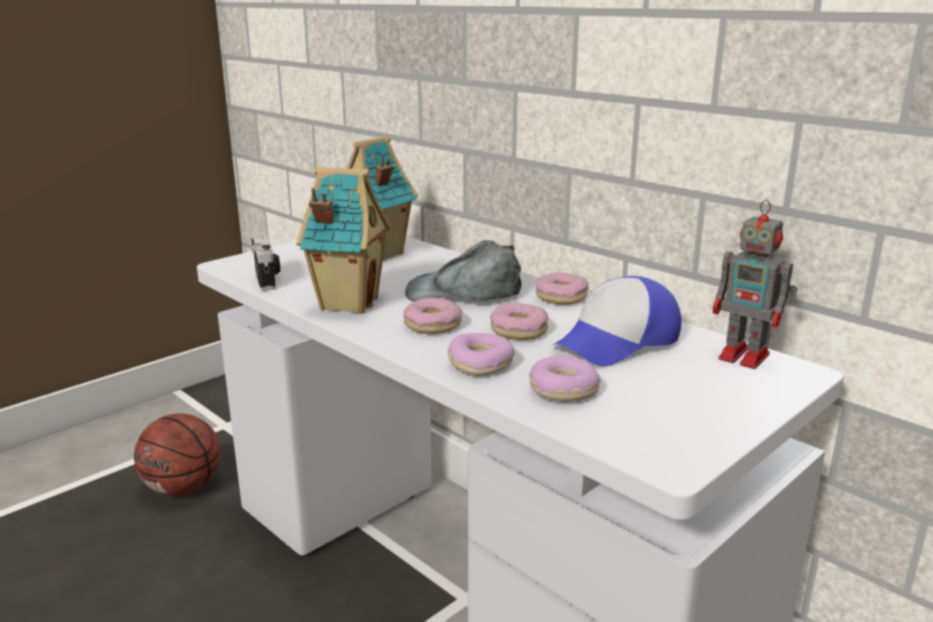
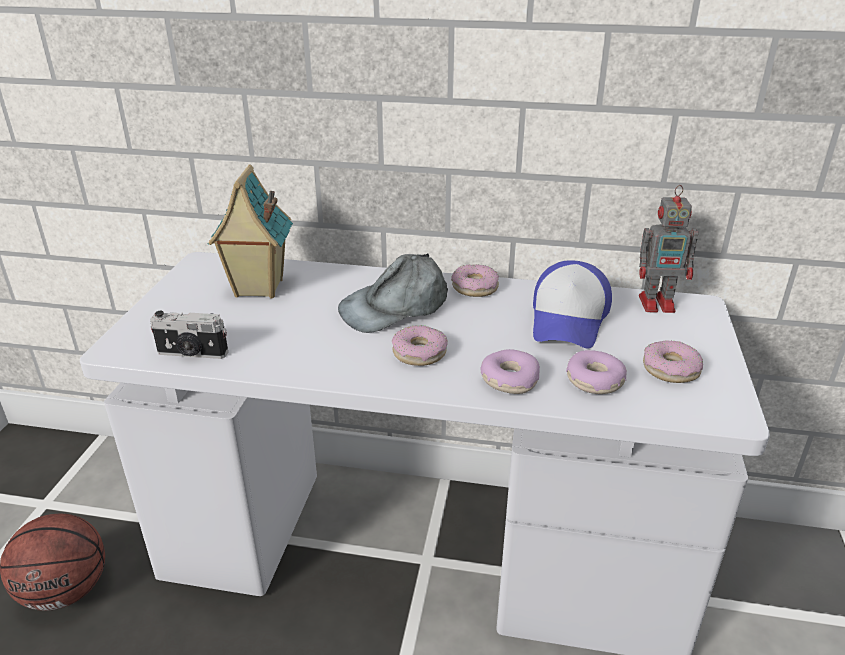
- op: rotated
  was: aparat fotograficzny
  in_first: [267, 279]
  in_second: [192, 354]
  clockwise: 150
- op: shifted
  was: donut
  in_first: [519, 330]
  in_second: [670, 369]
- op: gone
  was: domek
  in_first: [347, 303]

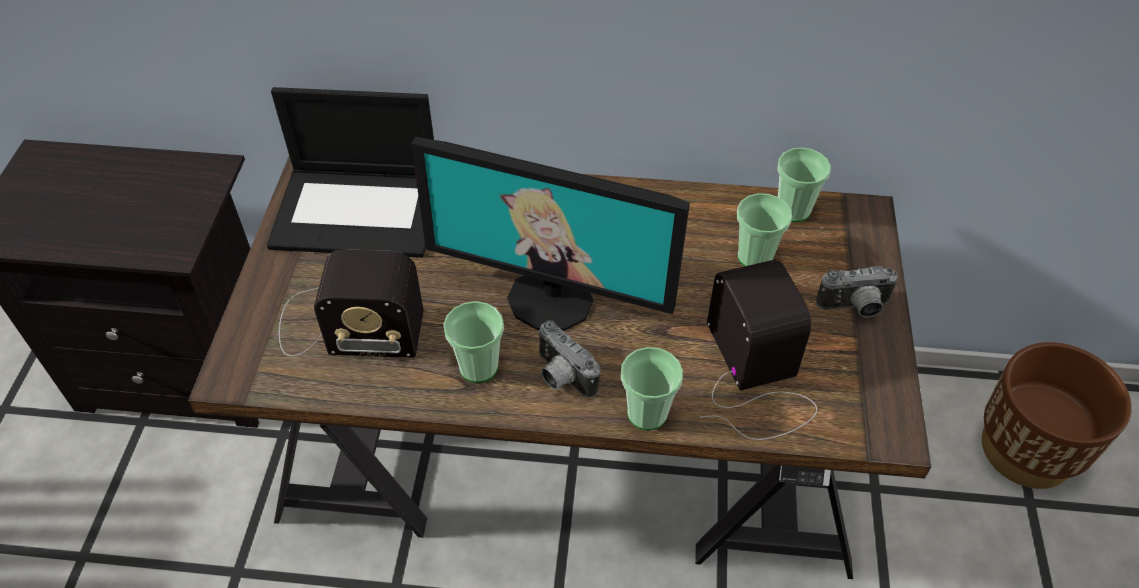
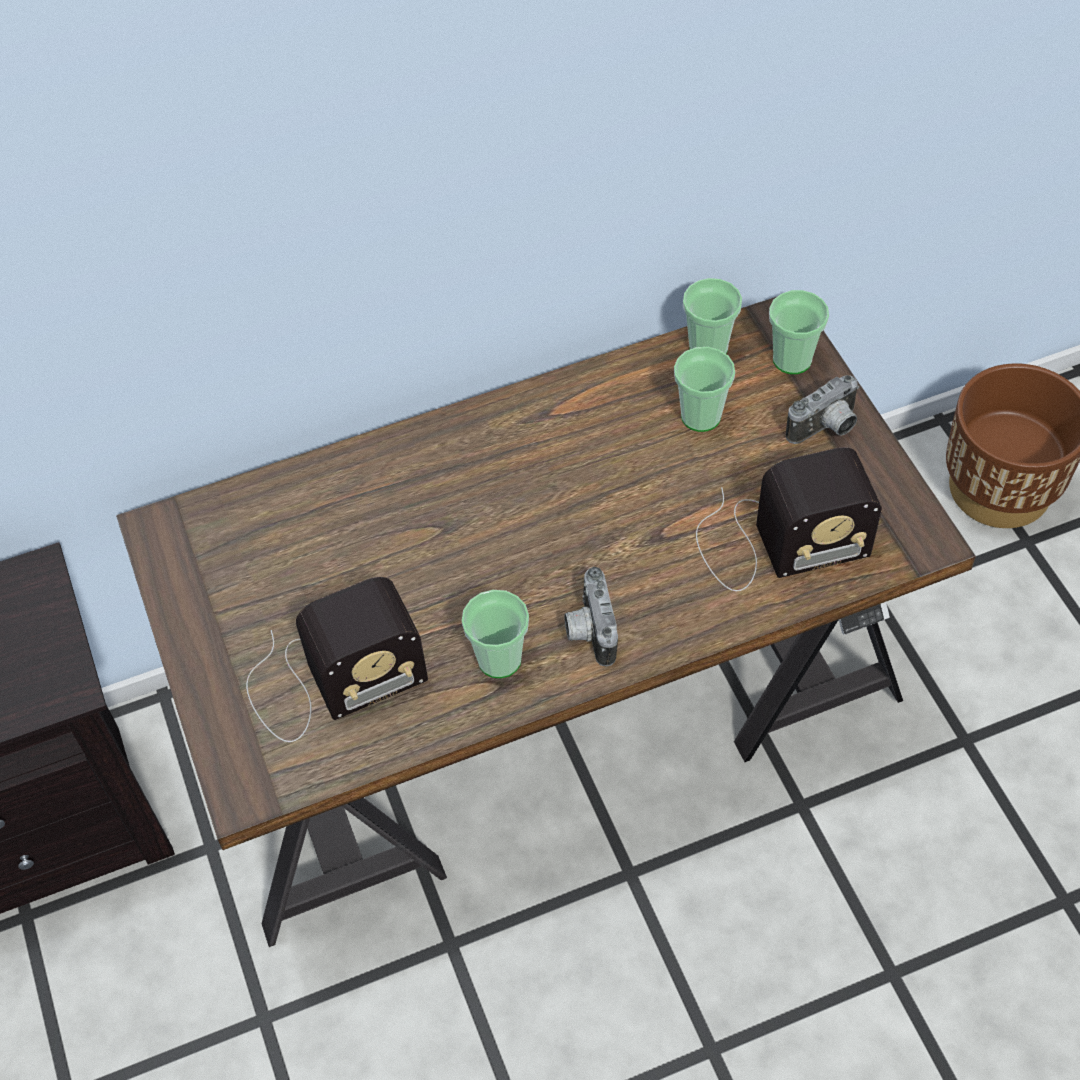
- op: rotated
  was: aparat fotograficzny
  in_first: [561, 377]
  in_second: [588, 630]
  clockwise: 60
- op: rotated
  was: radio
  in_first: [757, 377]
  in_second: [775, 542]
  clockwise: 120
- op: shifted
  was: filiżanka
  in_first: [647, 413]
  in_second: [792, 359]
- op: gone
  was: laptop
  in_first: [359, 211]
- op: gone
  was: monitor
  in_first: [551, 298]

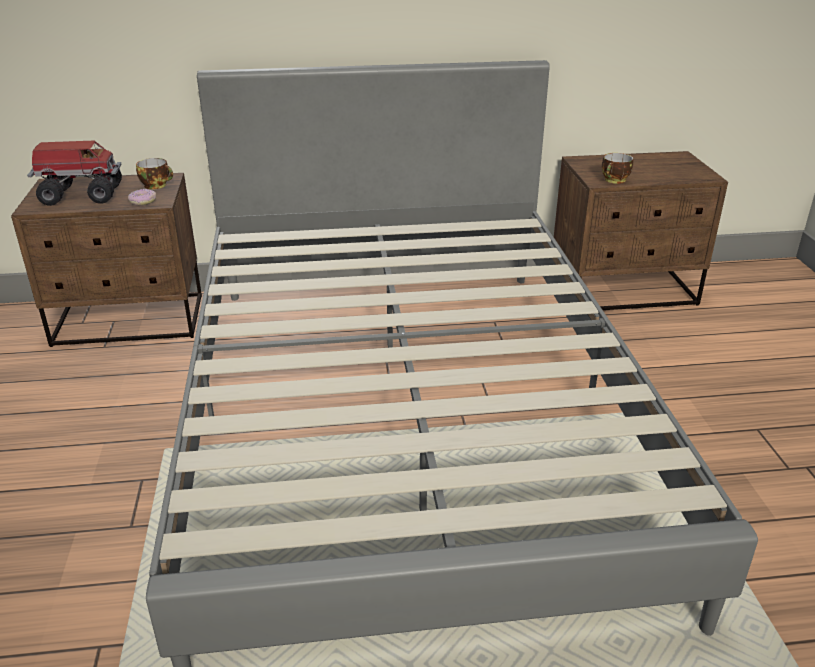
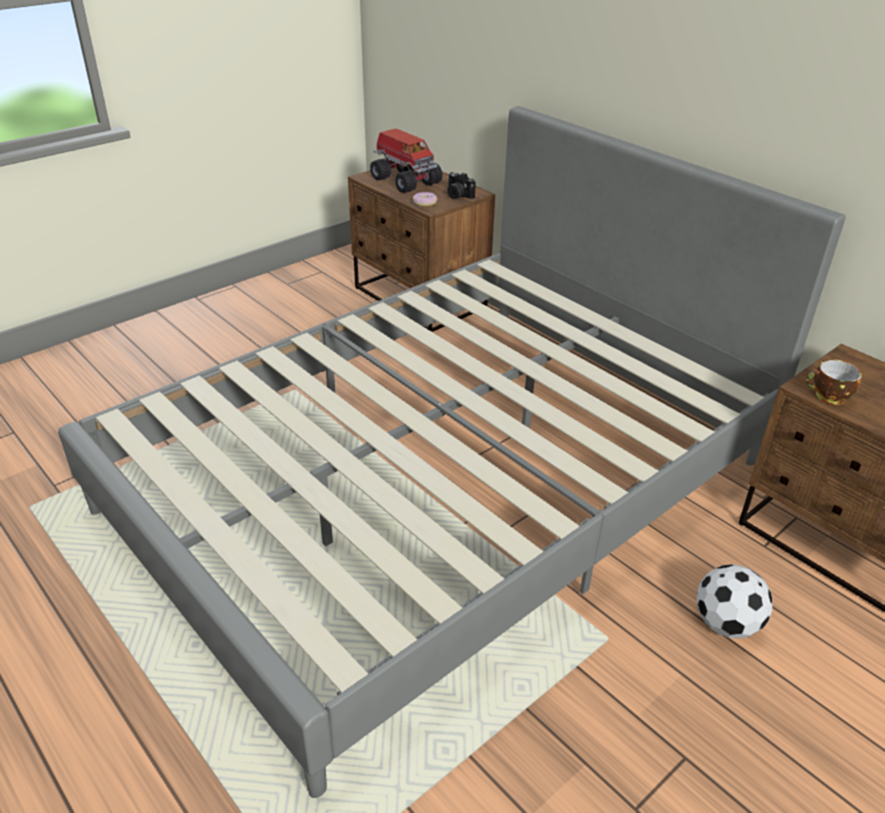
- op: swapped
  was: filiżanka
  now: aparat fotograficzny
  in_first: [157, 185]
  in_second: [457, 195]
- op: new
  now: piłka futbolowa
  in_second: [727, 623]

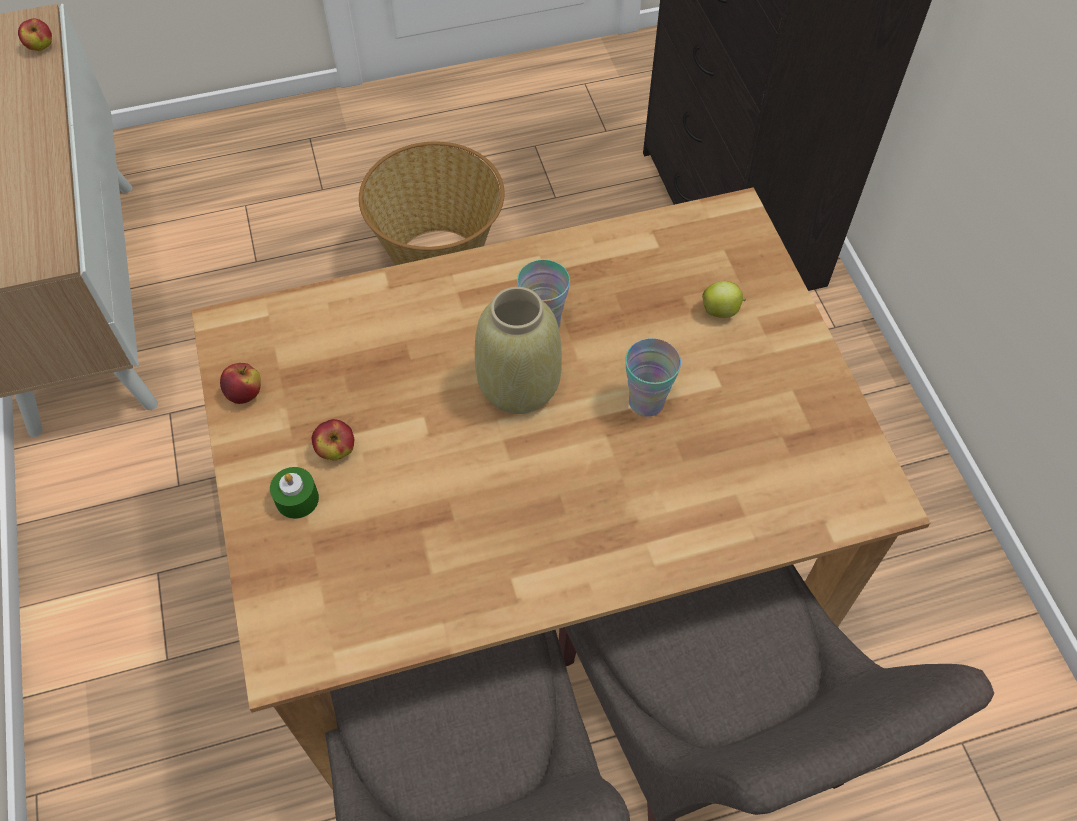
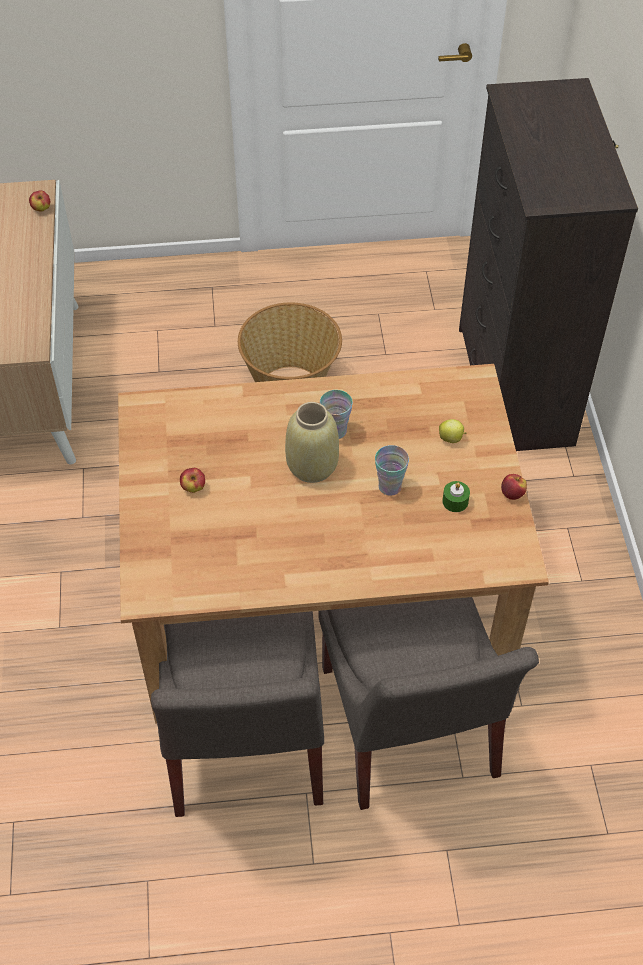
- op: shifted
  was: świeca [zielony]
  in_first: [297, 499]
  in_second: [455, 501]
- op: shifted
  was: jabłko
  in_first: [245, 393]
  in_second: [512, 494]

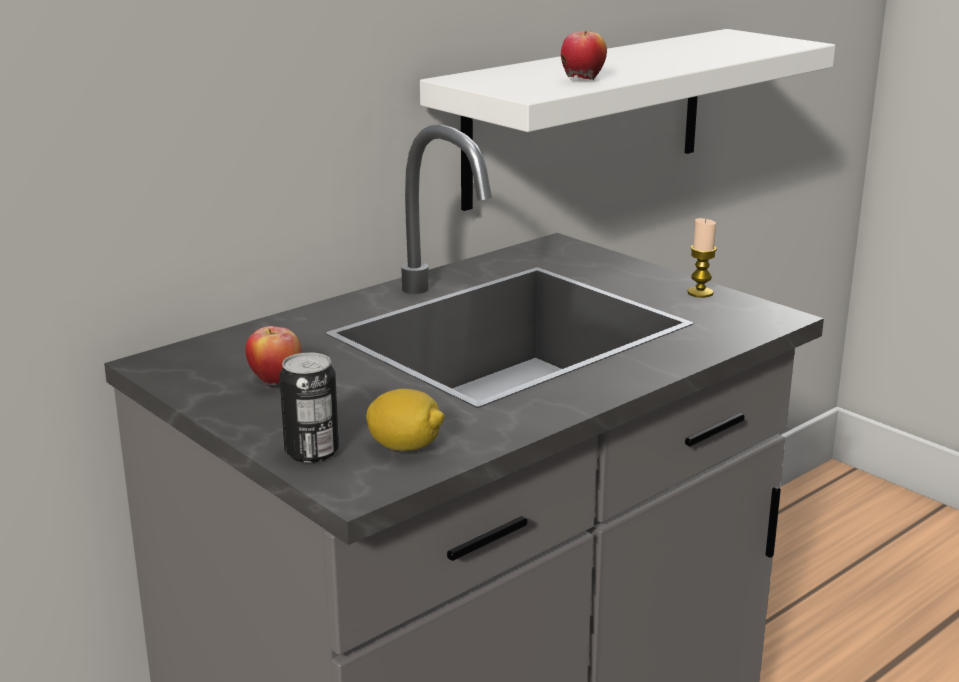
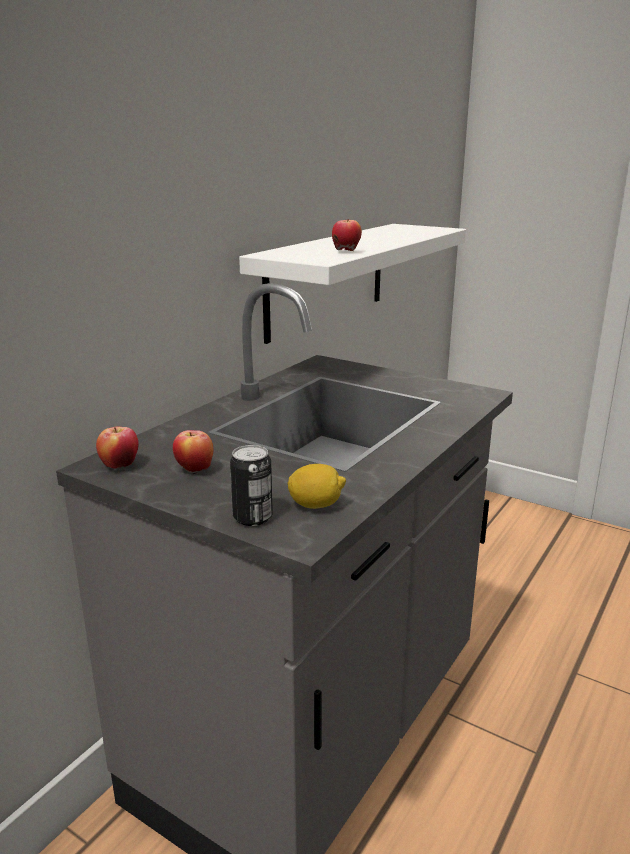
- op: new
  now: jabłko
  in_second: [120, 466]
- op: gone
  was: świeca
  in_first: [700, 293]

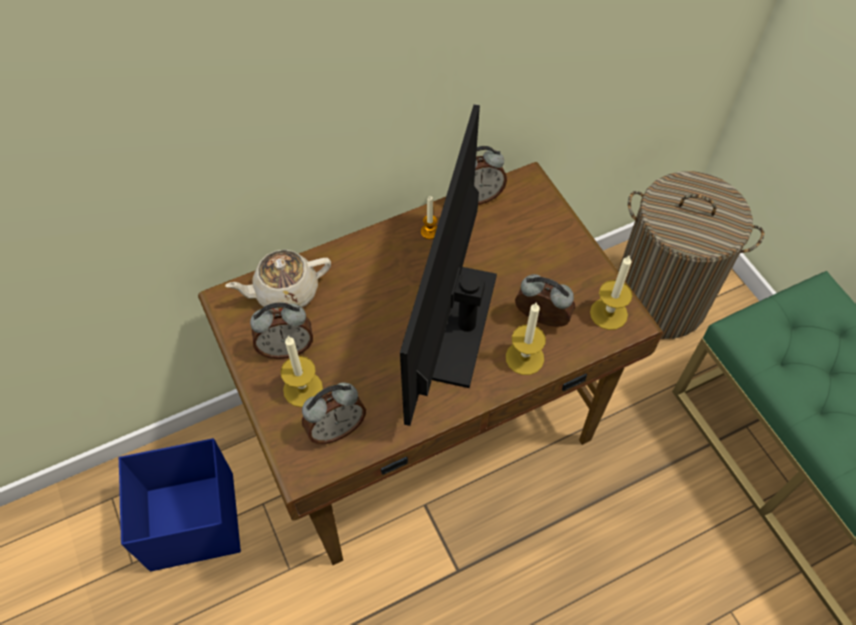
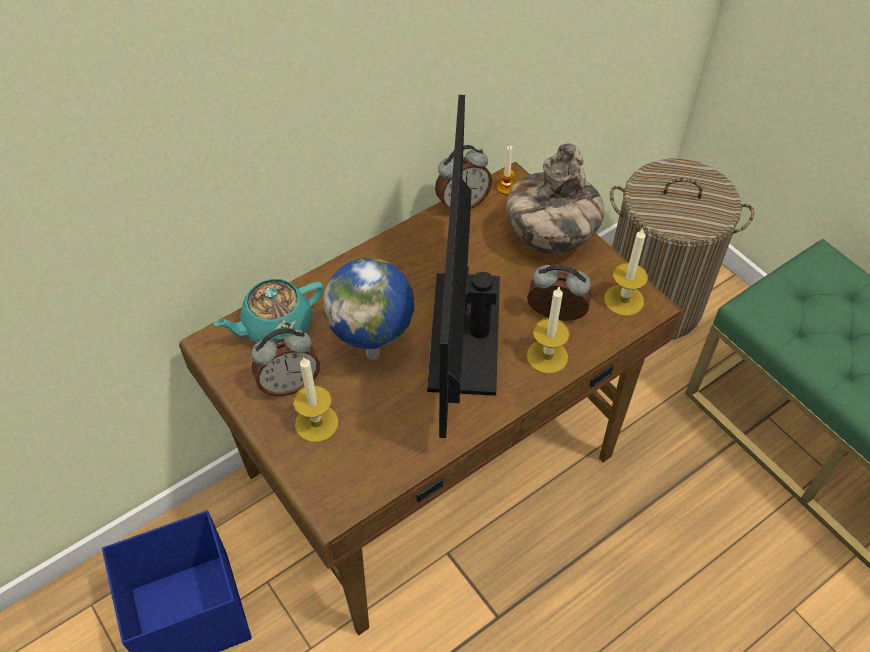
- op: repainted
  was: imbryk [beżowy]
  now: imbryk [turkusowy]
  in_first: [285, 292]
  in_second: [276, 327]
- op: new
  now: globus
  in_second: [375, 353]
- op: shifted
  was: świeca
  in_first: [430, 232]
  in_second: [506, 187]
- op: new
  now: wazon
  in_second: [549, 239]
- op: gone
  was: budzik
  in_first: [336, 428]

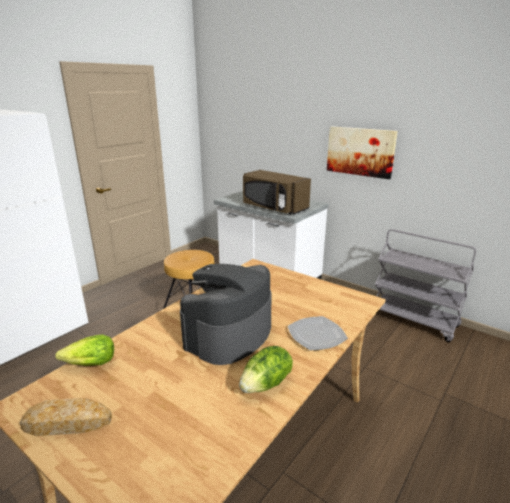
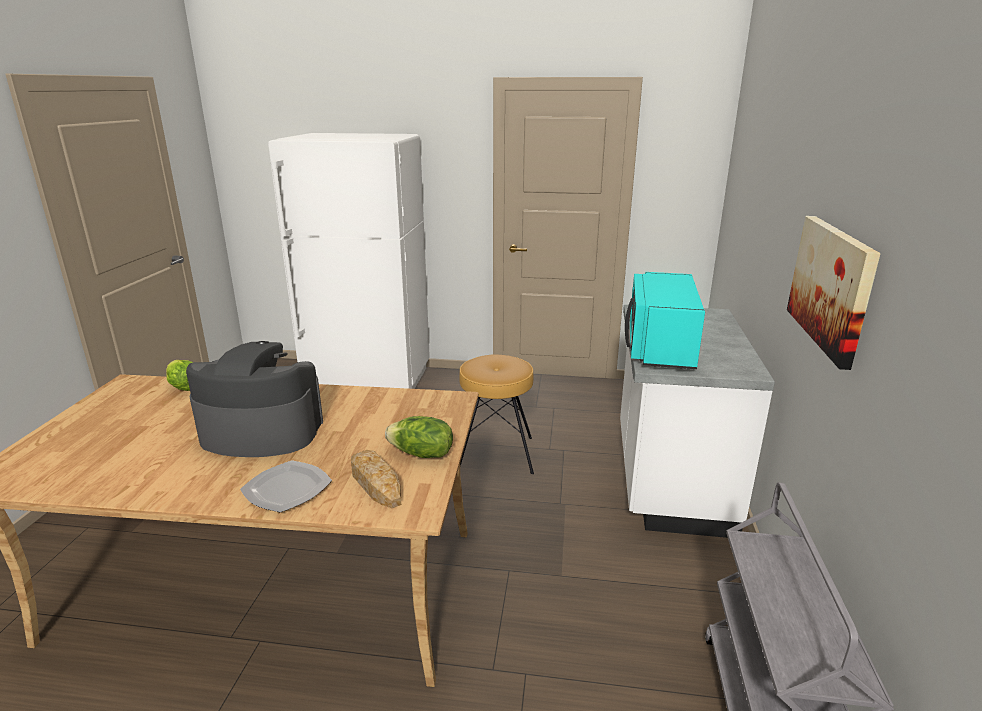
- op: shifted
  was: chleb
  in_first: [67, 423]
  in_second: [375, 483]
- op: shifted
  was: sałata
  in_first: [267, 384]
  in_second: [421, 454]
- op: repainted
  was: mikrofalówka [brązowy]
  now: mikrofalówka [turkusowy]
  in_first: [274, 208]
  in_second: [659, 347]

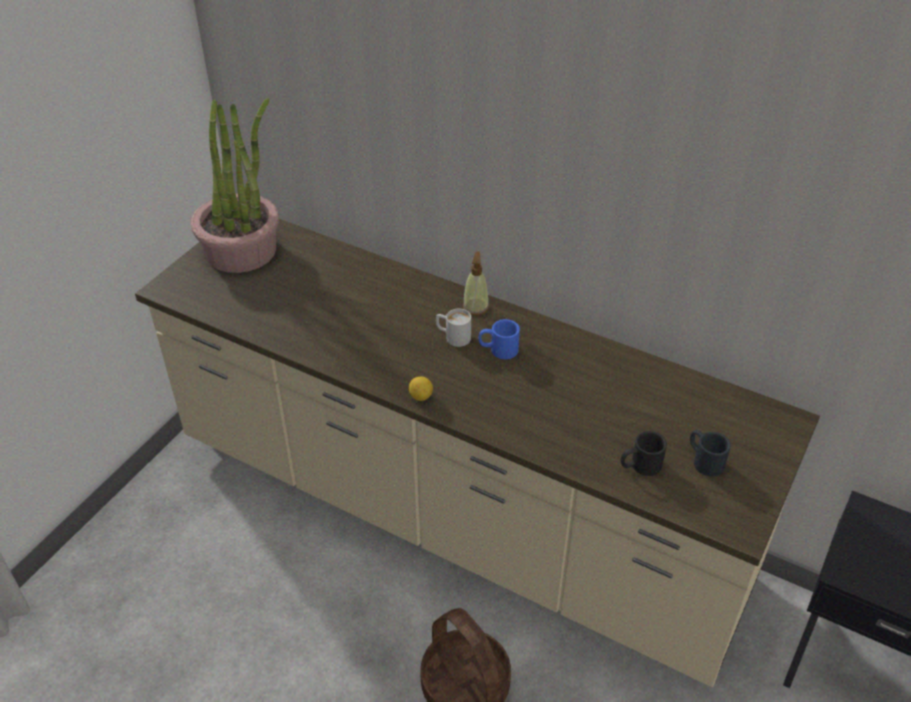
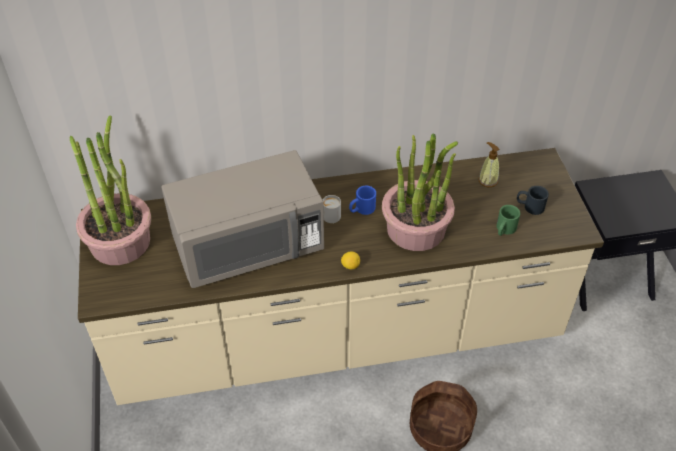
- op: new
  now: mikrofalówka [szary]
  in_second: [248, 246]
- op: new
  now: roślina doniczkowa
  in_second: [416, 229]
- op: shifted
  was: dozownik mydła
  in_first: [475, 307]
  in_second: [488, 180]
- op: repainted
  was: kubek [czarny]
  now: kubek [zielony]
  in_first: [640, 465]
  in_second: [504, 230]

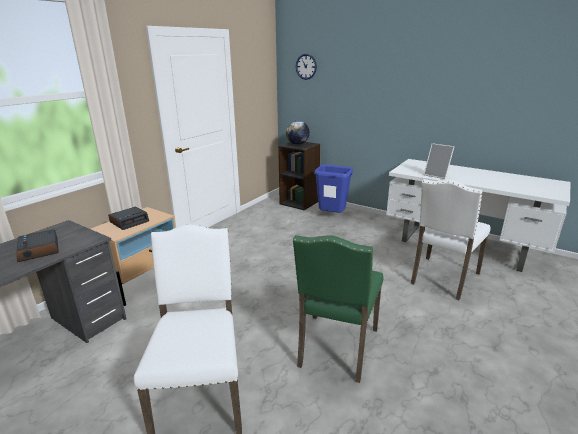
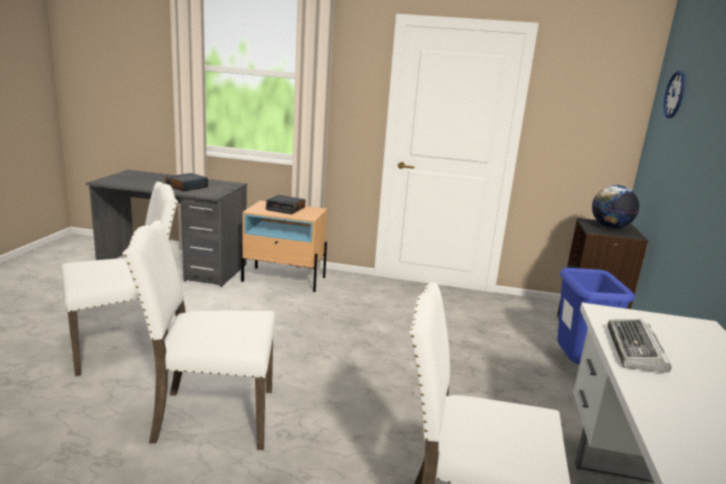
- op: repainted
  was: krzesło [zielony]
  now: krzesło [biały]
  in_first: [336, 348]
  in_second: [211, 416]
- op: swapped
  was: ramka na zdjęcie
  now: klawiatura
  in_first: [437, 175]
  in_second: [635, 351]

